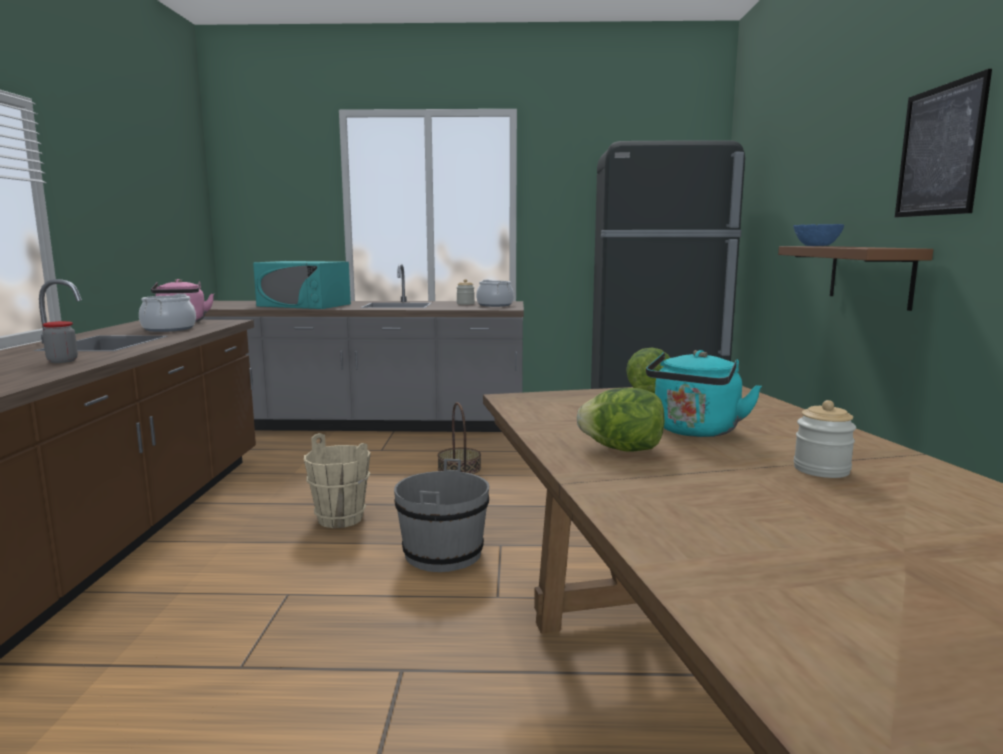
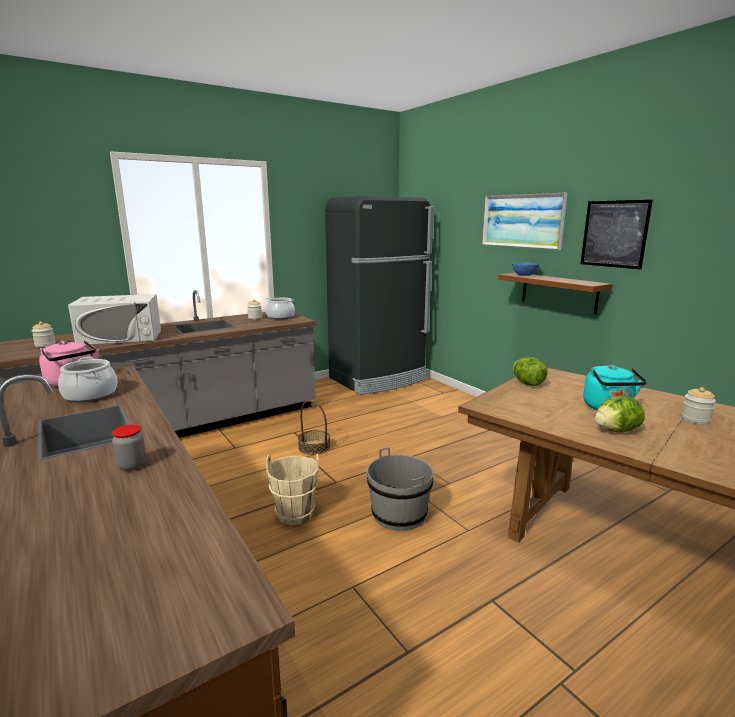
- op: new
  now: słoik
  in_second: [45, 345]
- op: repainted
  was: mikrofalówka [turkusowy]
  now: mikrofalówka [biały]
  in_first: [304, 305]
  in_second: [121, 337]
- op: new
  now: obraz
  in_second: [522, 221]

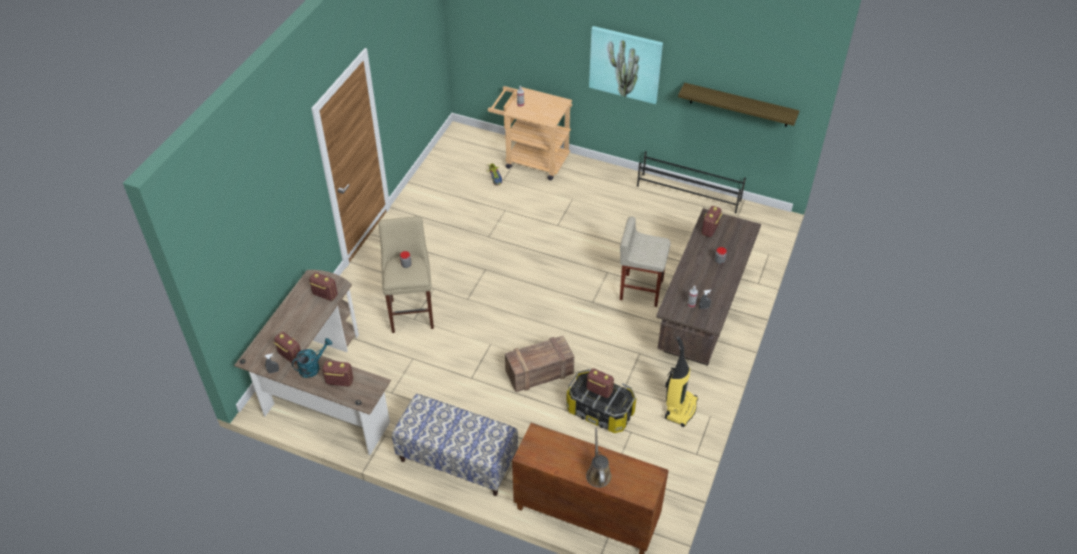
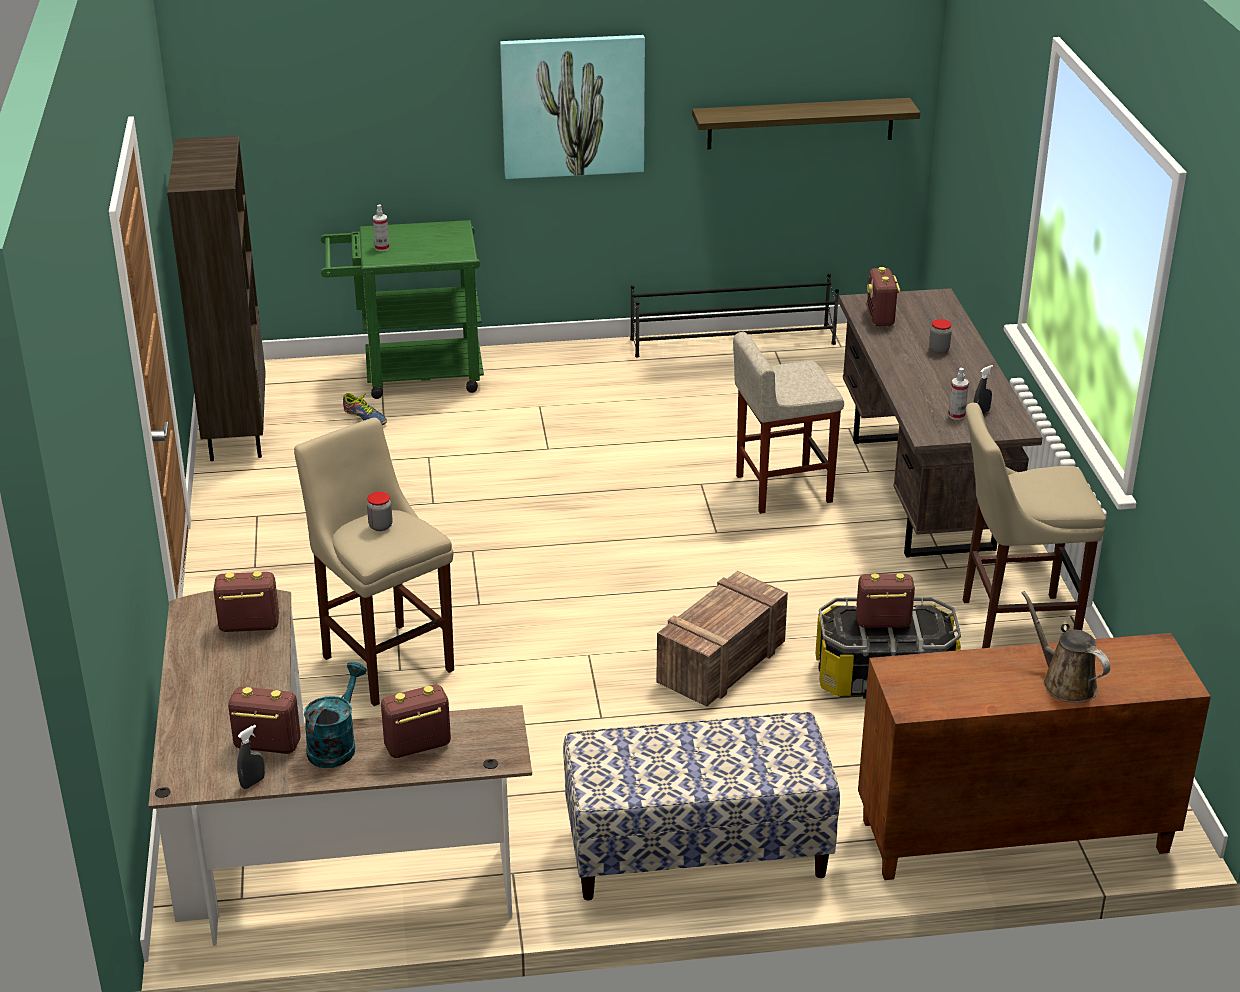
- op: new
  now: regał [brązowy]
  in_second: [235, 432]
- op: repainted
  was: wózek [beżowy]
  now: wózek [zielony]
  in_first: [531, 159]
  in_second: [410, 375]
- op: swapped
  was: odkurzacz
  now: stołek [beżowy]
  in_first: [680, 408]
  in_second: [1012, 623]

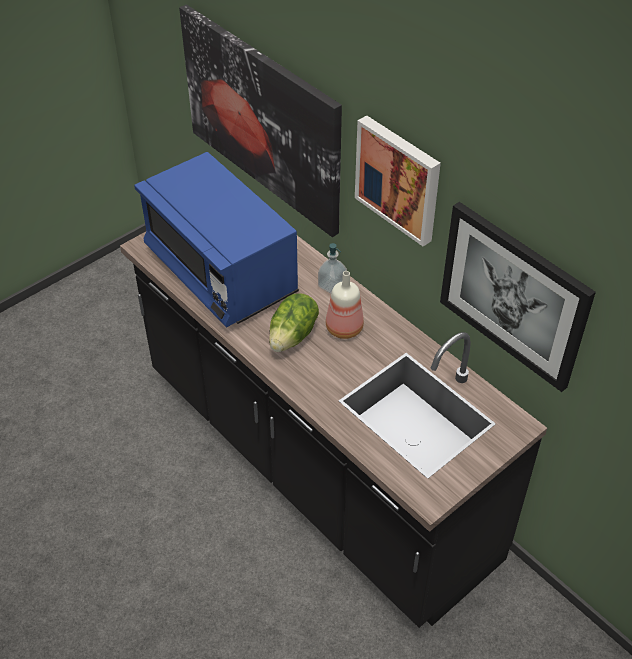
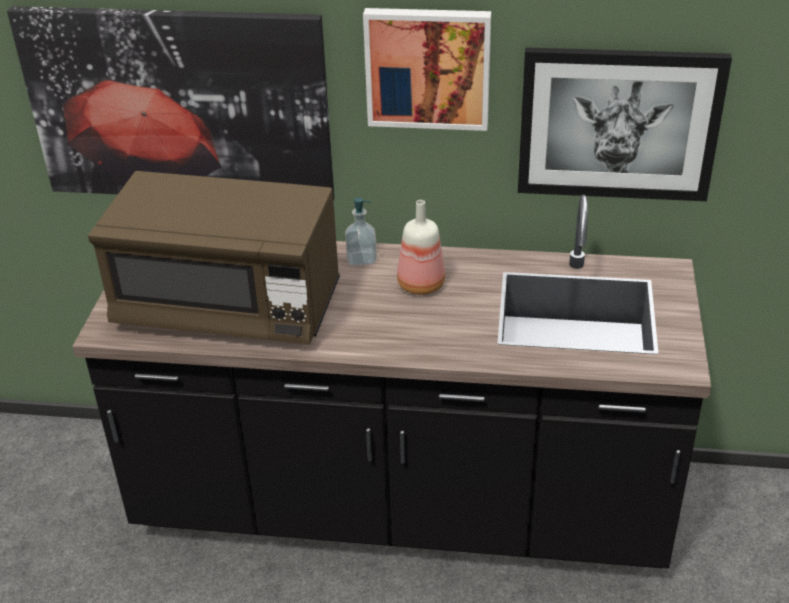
- op: repainted
  was: mikrofalówka [niebieski]
  now: mikrofalówka [brązowy]
  in_first: [221, 272]
  in_second: [228, 307]
- op: gone
  was: sałata
  in_first: [293, 336]

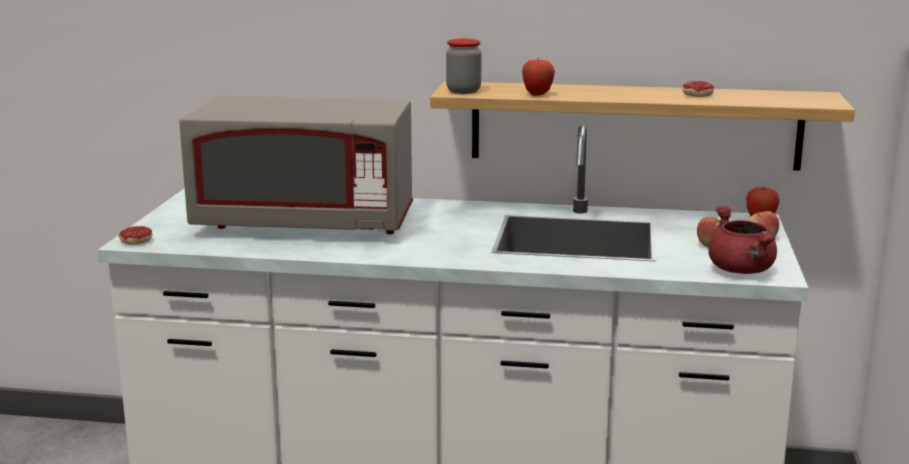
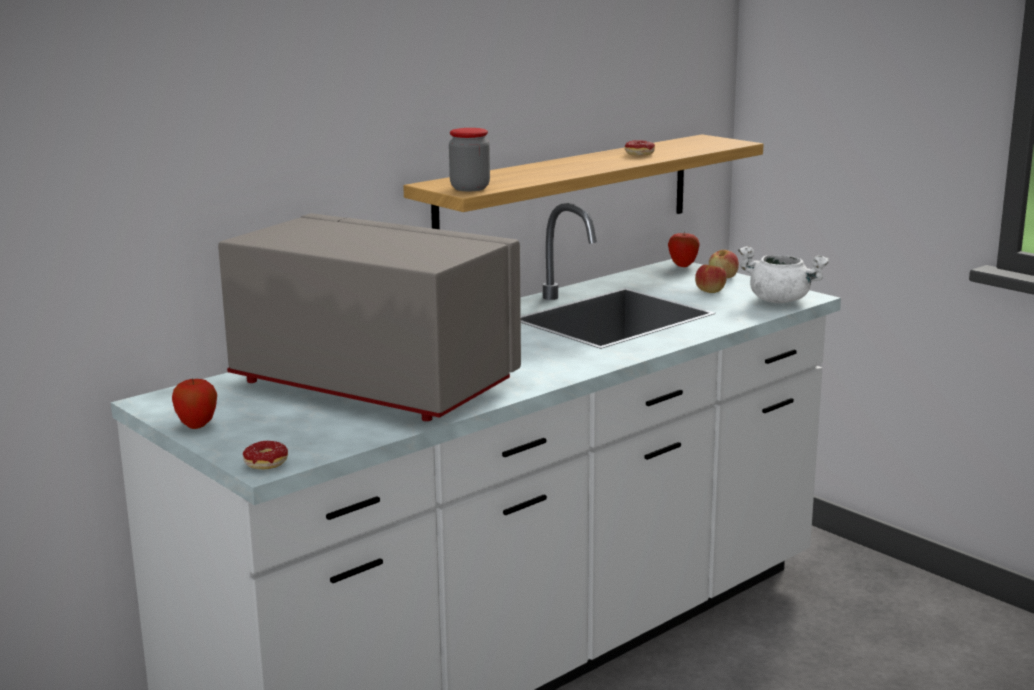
- op: shifted
  was: jabłko
  in_first: [537, 95]
  in_second: [197, 426]
- op: rotated
  was: mikrofalówka [szary]
  in_first: [305, 223]
  in_second: [373, 384]
  clockwise: -105
- op: repainted
  was: garnek [czerwony]
  now: garnek [biały]
  in_first: [742, 271]
  in_second: [780, 300]

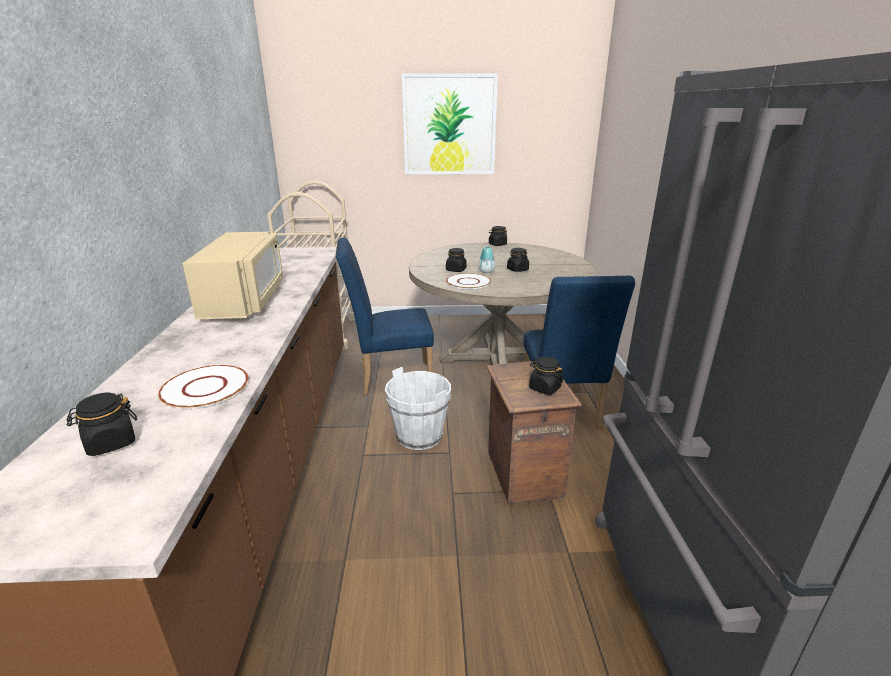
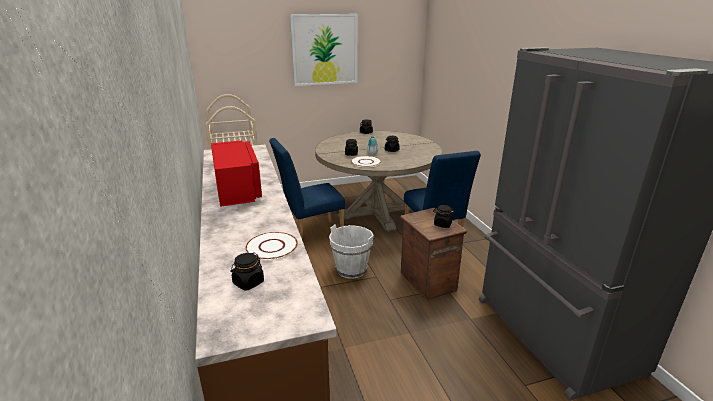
- op: repainted
  was: mikrofalówka [beżowy]
  now: mikrofalówka [czerwony]
  in_first: [245, 301]
  in_second: [237, 190]

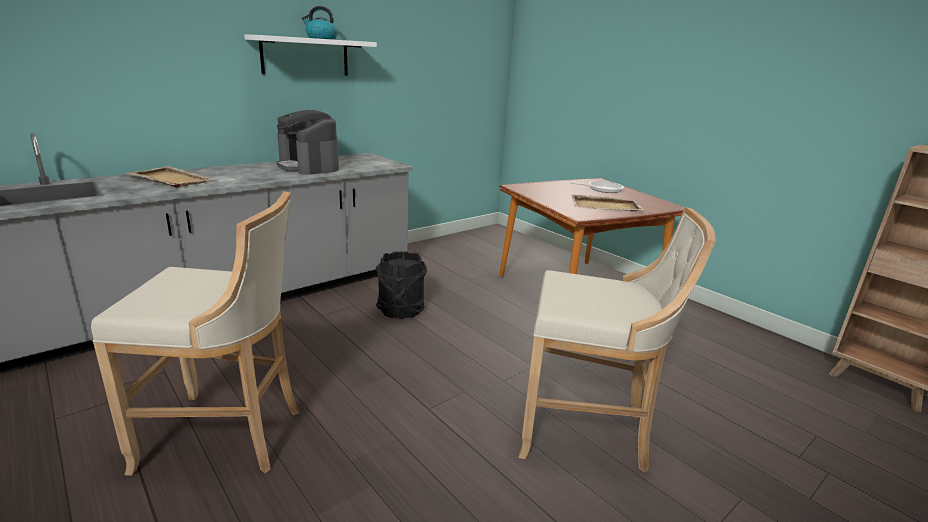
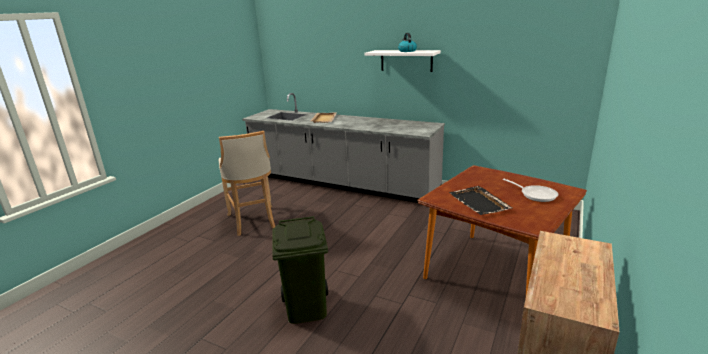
- op: swapped
  was: stołek [beżowy]
  now: kosz na śmieci [zielony]
  in_first: [587, 432]
  in_second: [305, 308]
- op: repainted
  was: taca [beżowy]
  now: taca [czarny]
  in_first: [606, 206]
  in_second: [479, 202]
- op: gone
  was: ekspres do kawy
  in_first: [309, 166]
- op: gone
  was: wiadro [czarny]
  in_first: [401, 310]

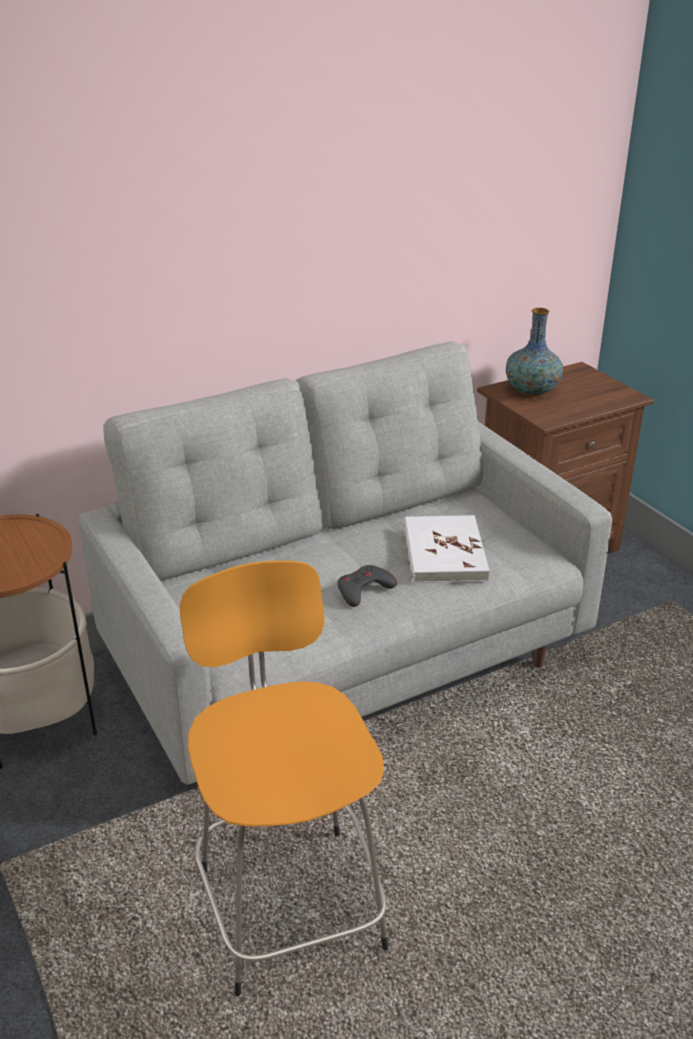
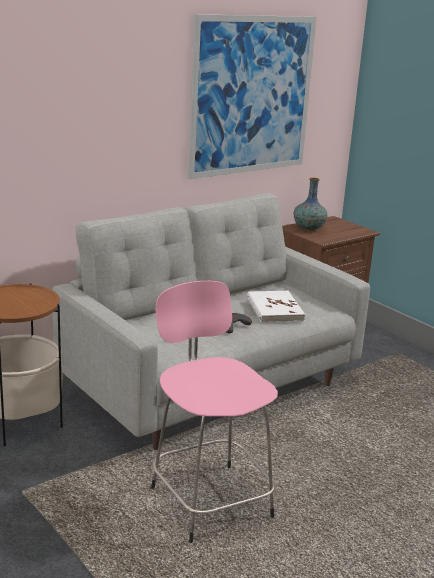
- op: repainted
  was: stołek [pomarańczowy]
  now: stołek [różowy]
  in_first: [289, 902]
  in_second: [209, 500]
- op: new
  now: obraz
  in_second: [252, 96]

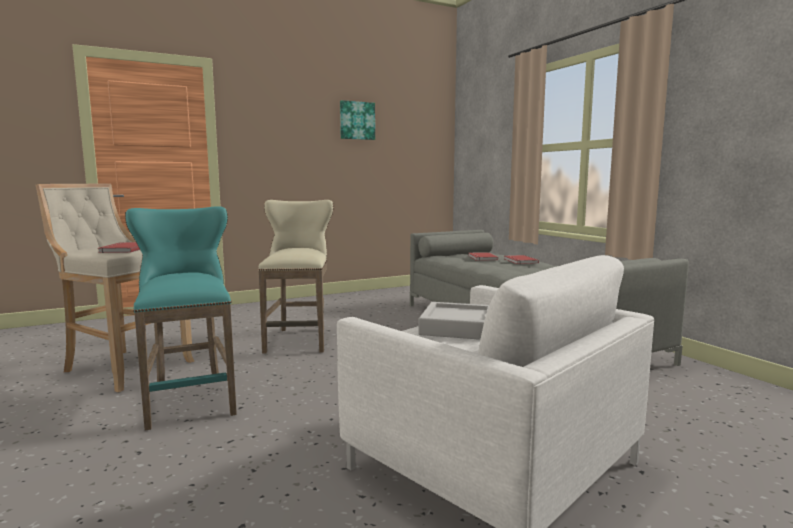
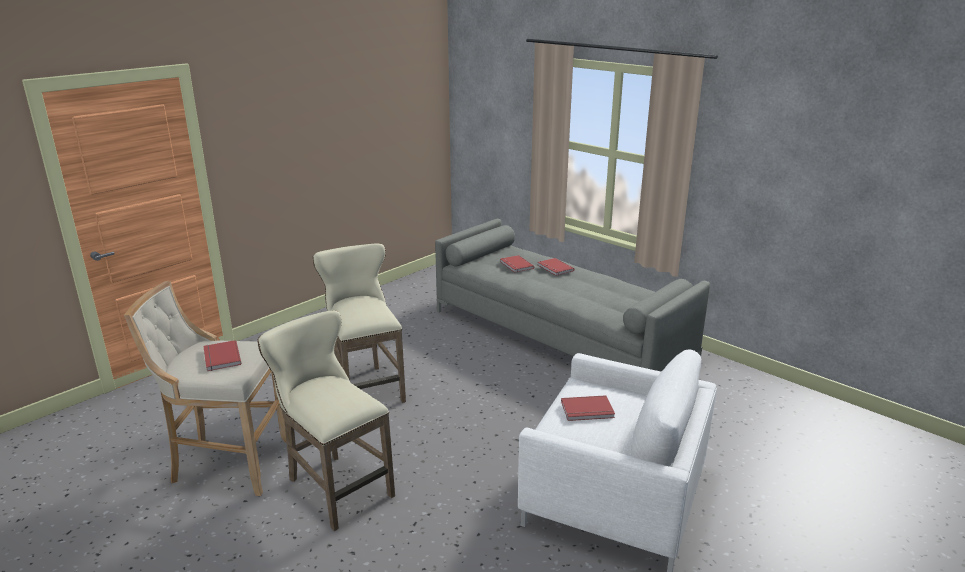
- op: repainted
  was: stołek [turkusowy]
  now: stołek [beżowy]
  in_first: [191, 397]
  in_second: [335, 486]
- op: swapped
  was: taca [szary]
  now: książka [czerwony]
  in_first: [458, 327]
  in_second: [588, 411]
- op: gone
  was: obraz
  in_first: [357, 120]

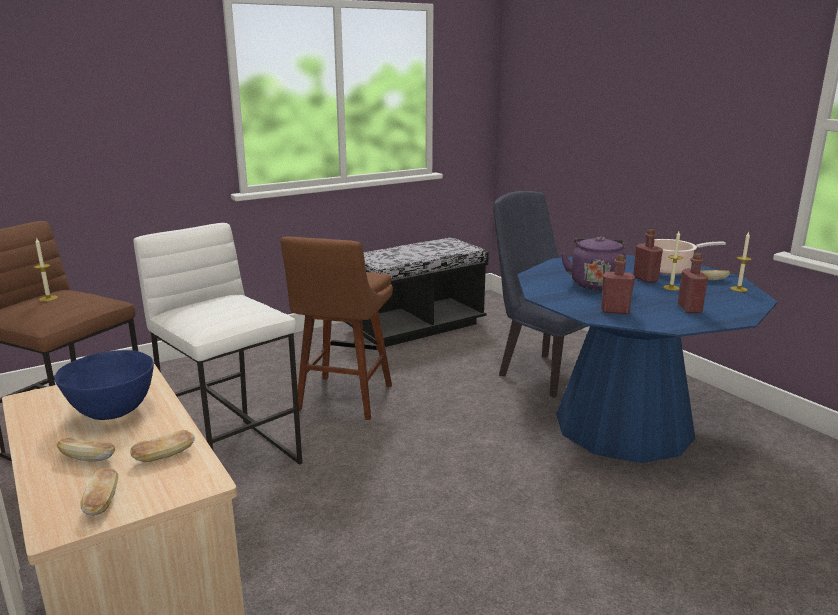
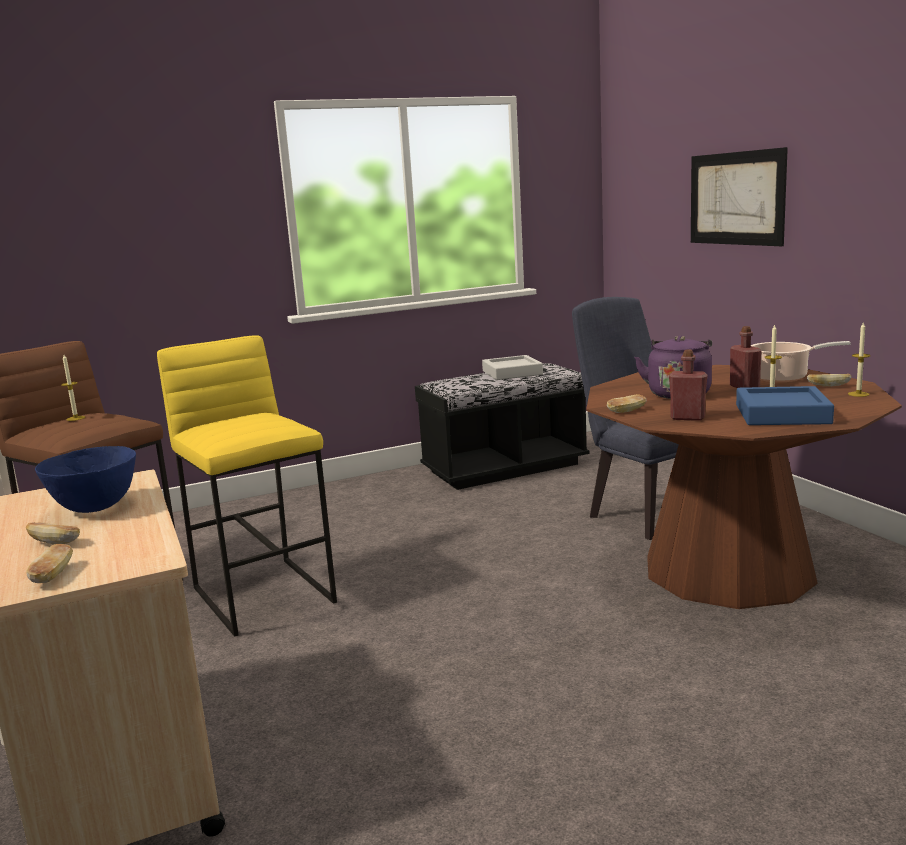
- op: repainted
  was: stołek [biały]
  now: stołek [żółty]
  in_first: [234, 456]
  in_second: [265, 594]
- op: new
  now: taca [szary]
  in_second: [512, 373]
- op: repainted
  was: stół jadalny [niebieski]
  now: stół jadalny [brązowy]
  in_first: [623, 425]
  in_second: [728, 569]
- op: shifted
  was: chleb
  in_first: [164, 456]
  in_second: [626, 411]
- op: new
  now: obraz
  in_second: [736, 198]
- op: swapped
  was: butelka [czerwony]
  now: taca [niebieski]
  in_first: [689, 309]
  in_second: [782, 414]
- op: gone
  was: stołek [brązowy]
  in_first: [343, 400]

